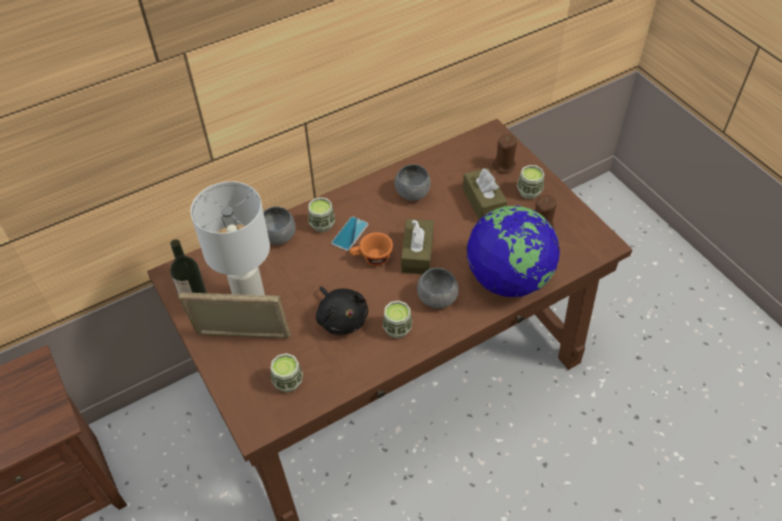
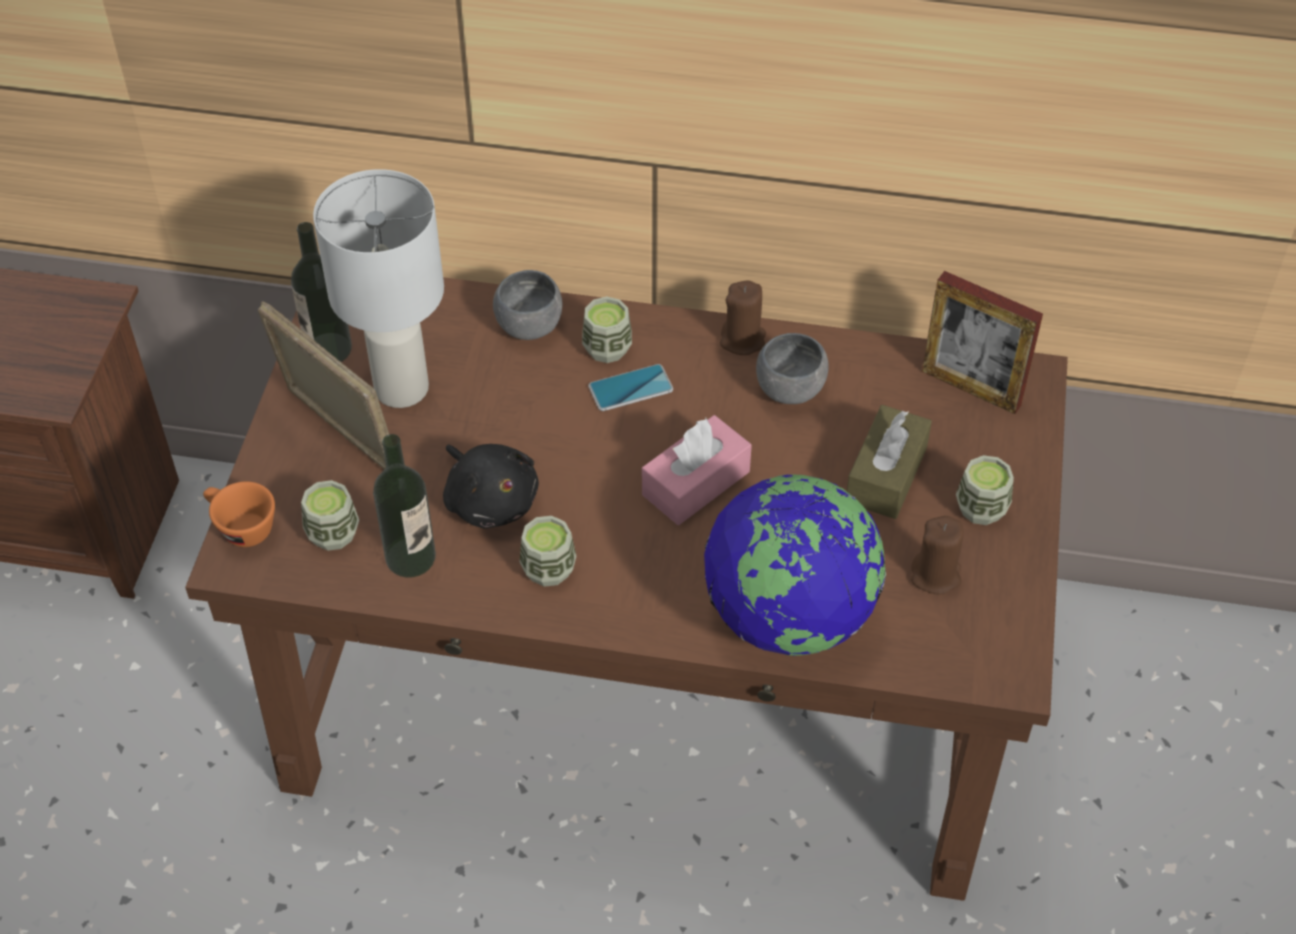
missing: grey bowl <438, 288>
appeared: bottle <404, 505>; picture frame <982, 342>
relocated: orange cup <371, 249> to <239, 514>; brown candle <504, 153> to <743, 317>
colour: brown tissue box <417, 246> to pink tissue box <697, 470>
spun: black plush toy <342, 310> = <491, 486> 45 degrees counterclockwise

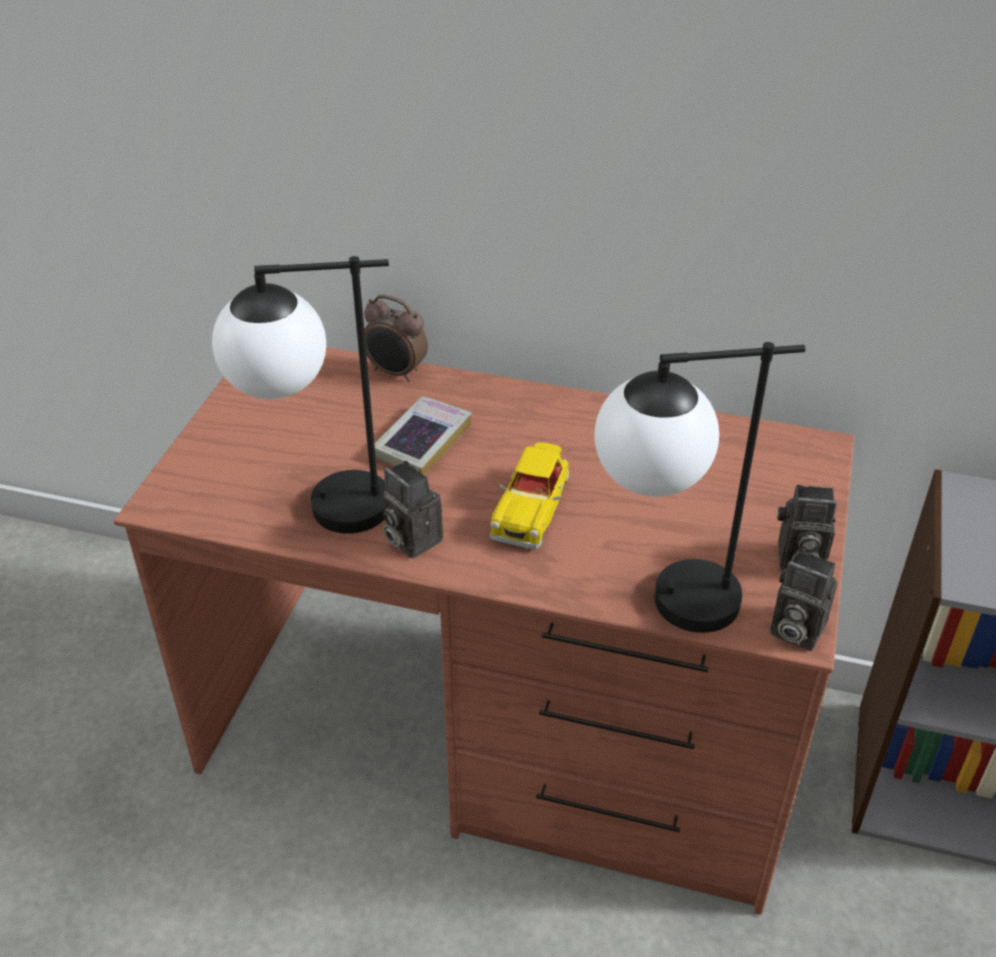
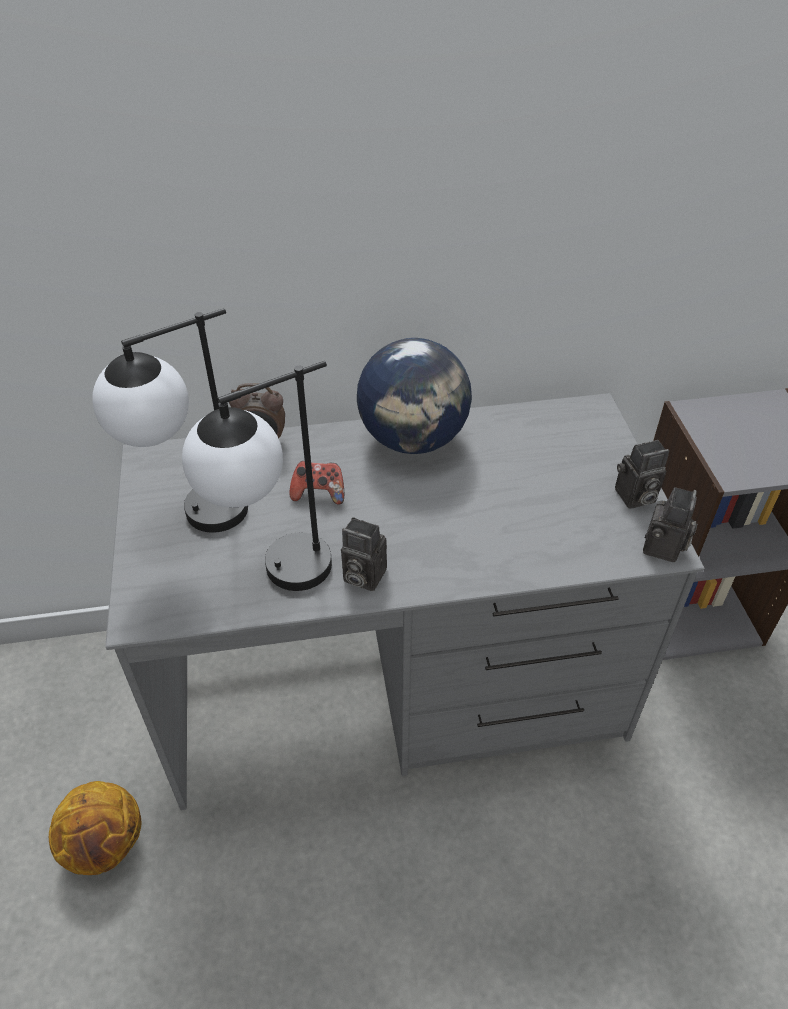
missing: toy car <529, 495>
appeared: basketball <95, 828>; globe <414, 396>
relocated: table lamp <700, 487> to <170, 420>
exchanged: book <423, 435> to game controller <317, 483>
colour: brown desk <483, 631> to grey desk <405, 601>
spun: photo camera <803, 600> = <670, 524> 75 degrees counterclockwise

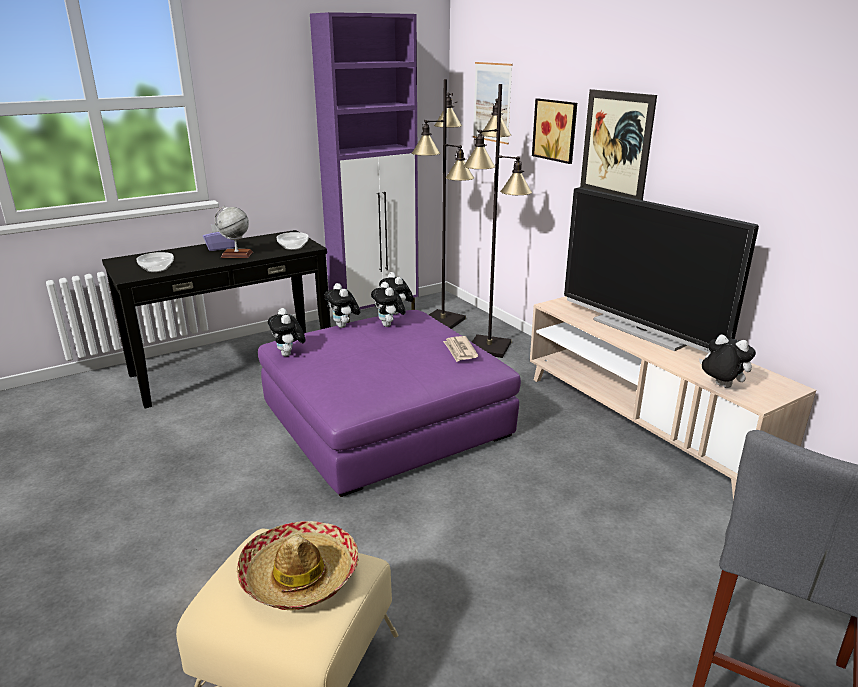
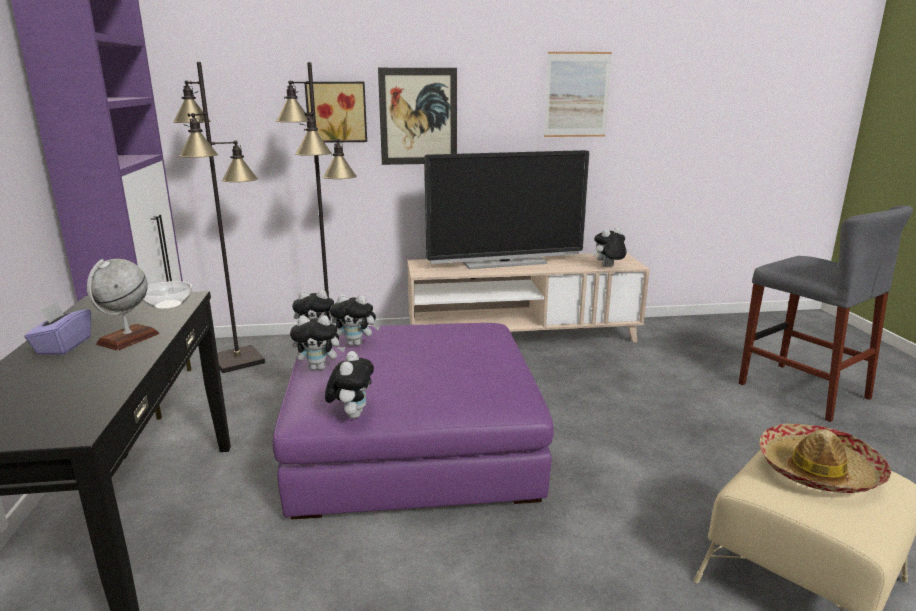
missing: bowl <155, 262>; newspaper <460, 349>
relocated: picture <493, 103> to <578, 94>
spun: plush toy <286, 332> = <349, 385> 90 degrees counterclockwise

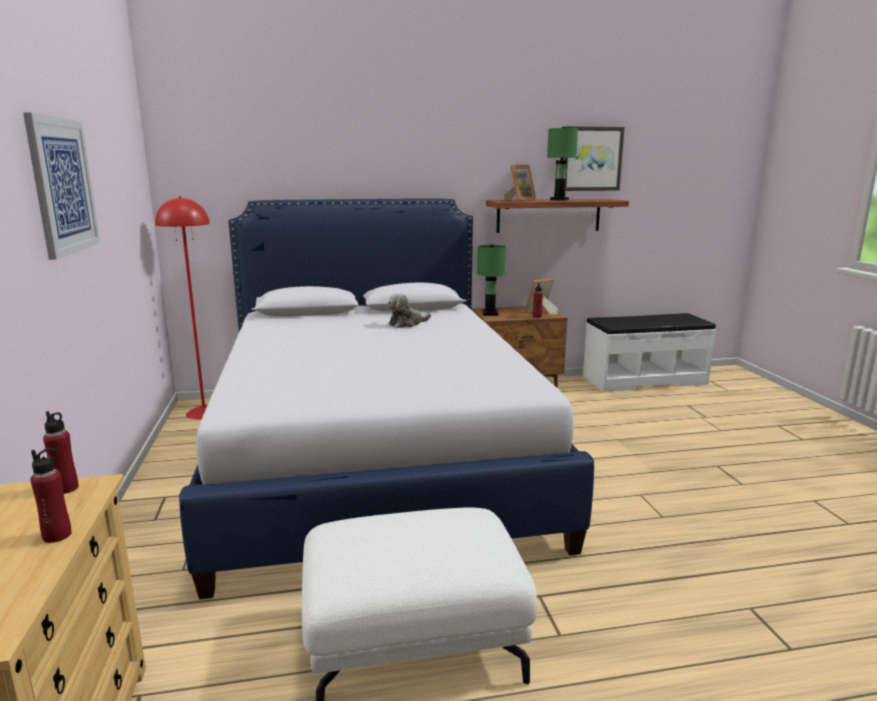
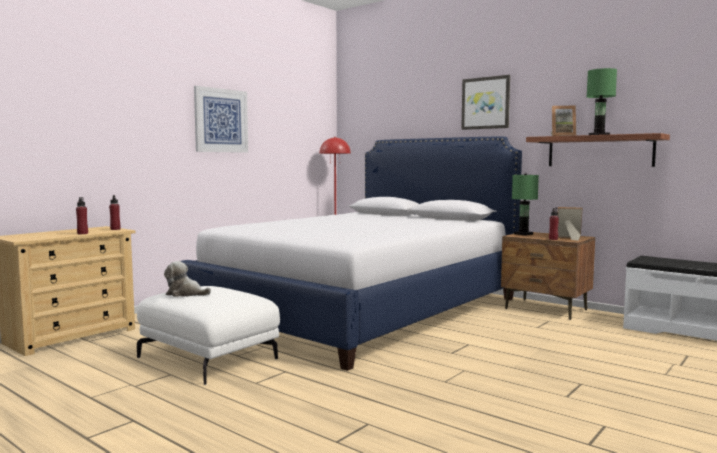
relocated: plush toy <409, 310> to <187, 279>; picture <594, 158> to <485, 102>

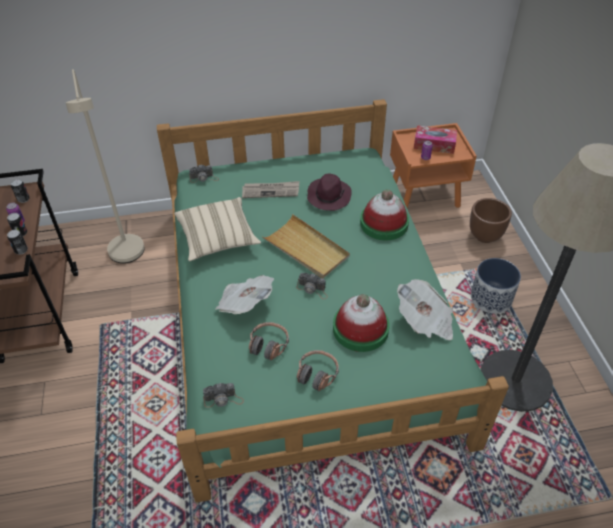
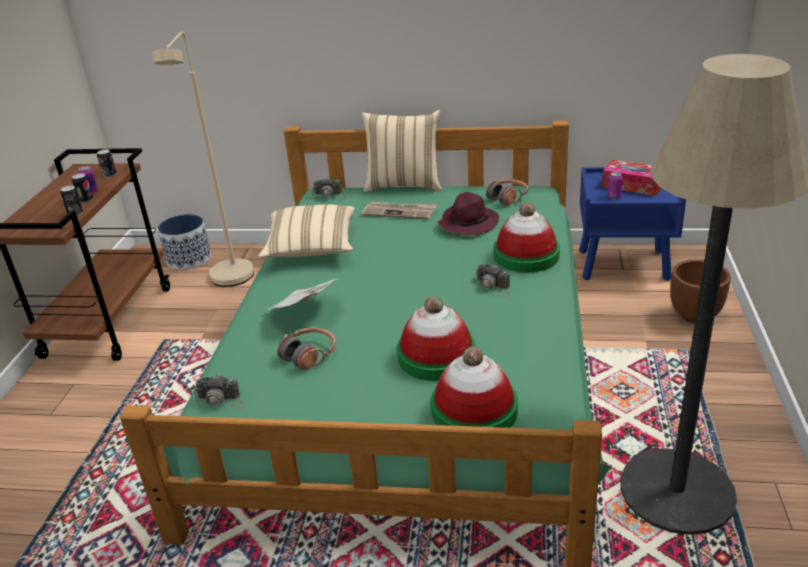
missing: beige tray <306, 246>; newspaper <425, 309>
appeared: beige pillow <402, 151>; hat <474, 387>
relocated: planter <496, 285> to <184, 242>; photo camera <312, 286> to <491, 280>; headphones <318, 370> to <507, 192>
colour: orange nightstand <433, 165> to blue nightstand <632, 224>

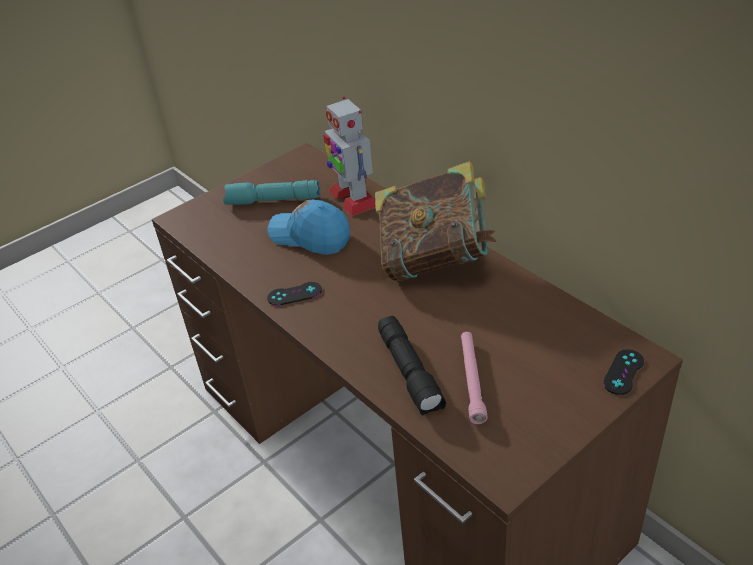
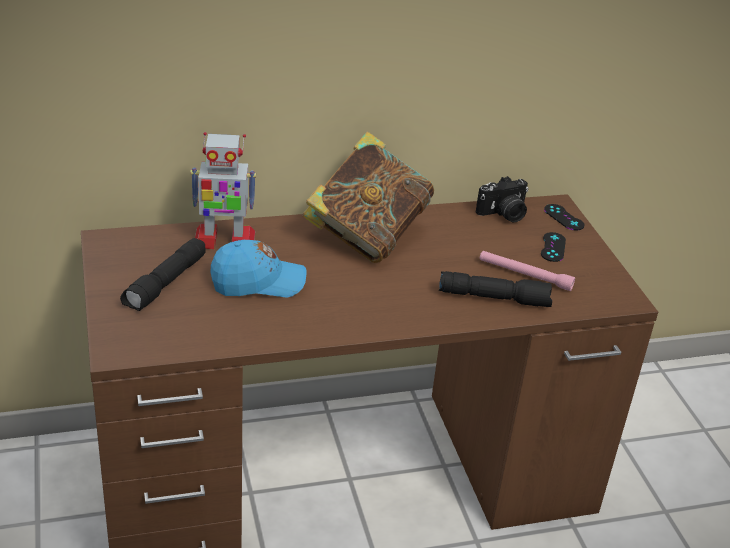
appeared: photo camera <502, 199>
relocated: black game controller <294, 294> to <553, 247>
colour: turquoise flashlight <271, 192> to black flashlight <162, 274>
spun: blue cap <309, 227> = <258, 268> 150 degrees counterclockwise

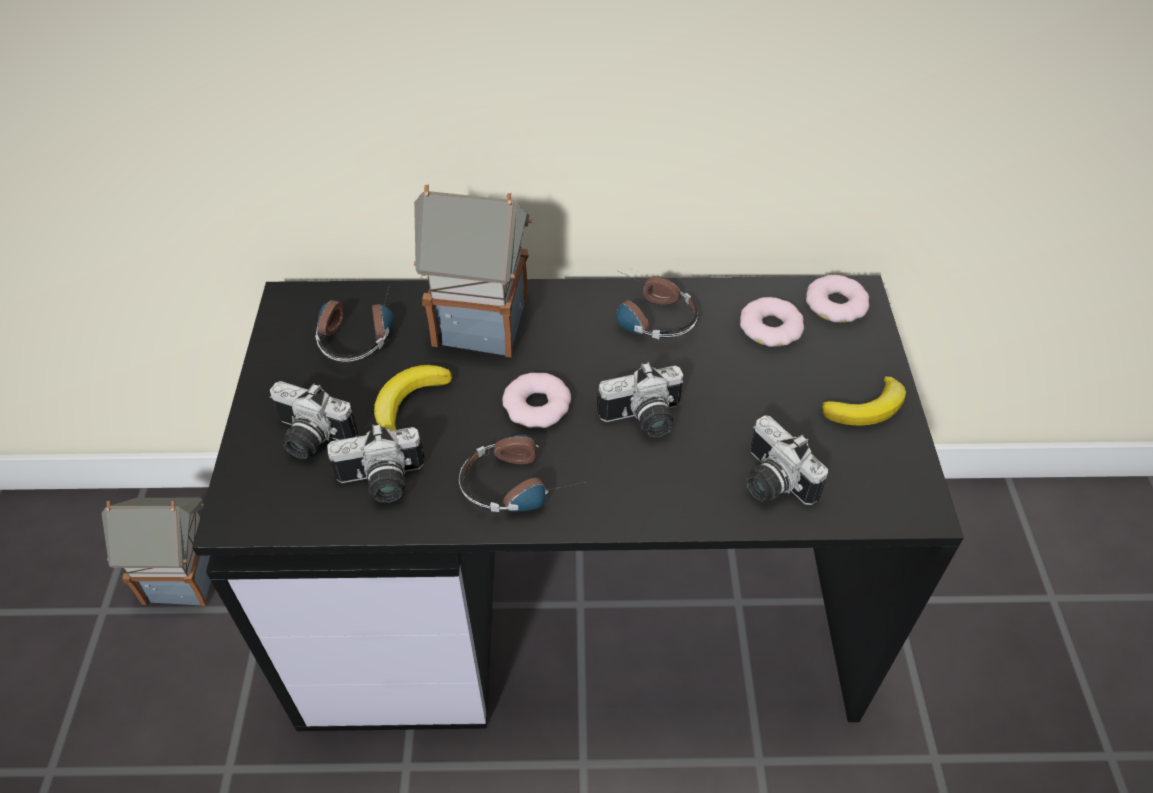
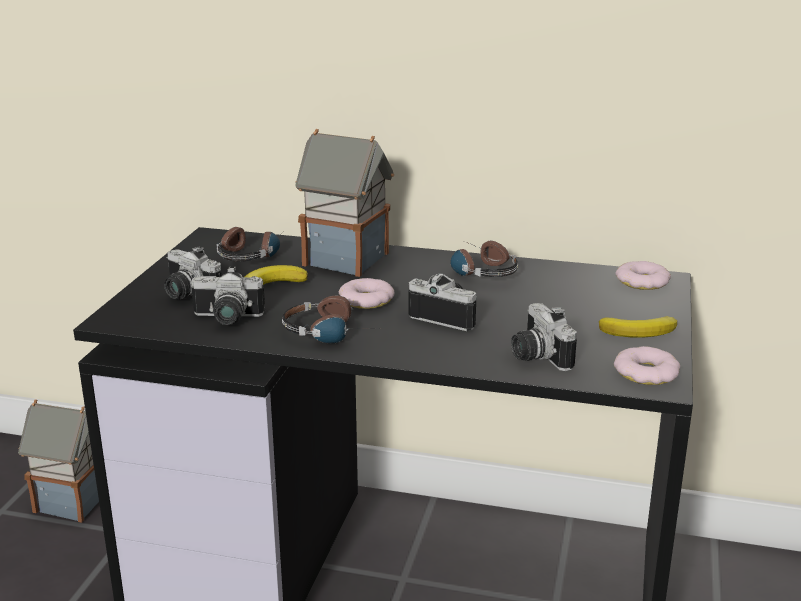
relocated: donut <772, 322> to <647, 365>
spun: photo camera <640, 399> = <442, 302> 150 degrees counterclockwise

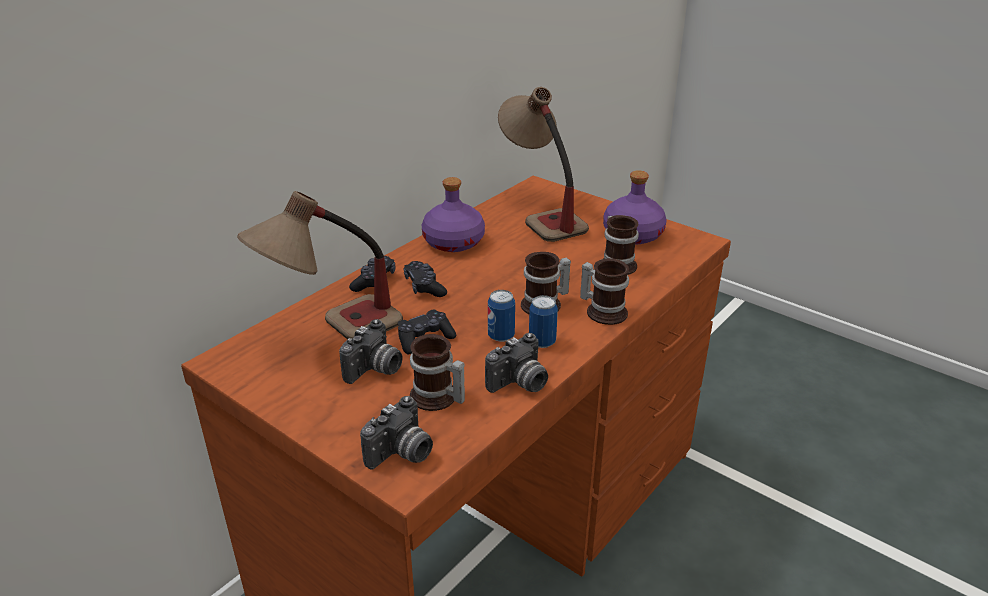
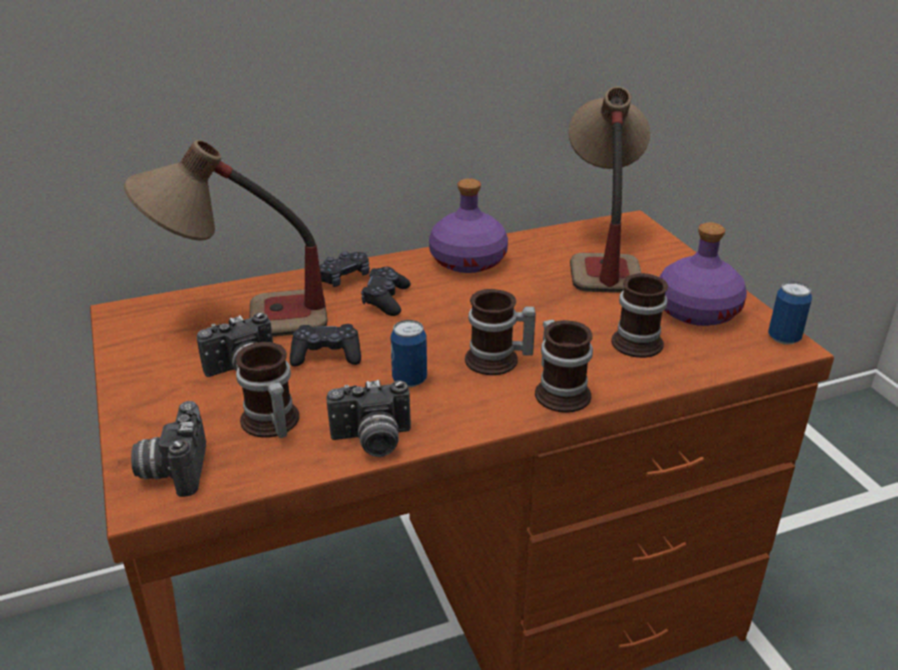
relocated: can <543, 321> to <790, 313>
spun: photo camera <396, 433> = <168, 449> 105 degrees clockwise

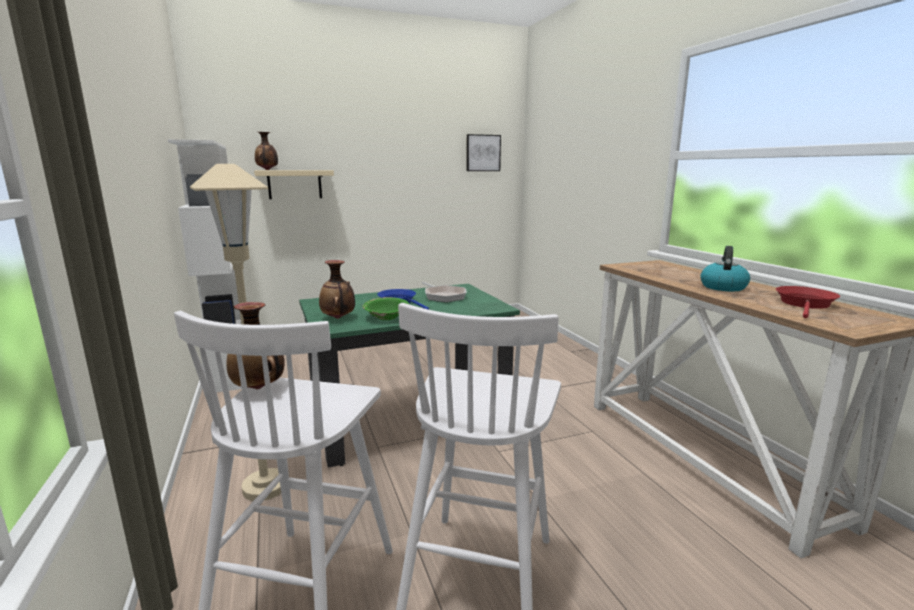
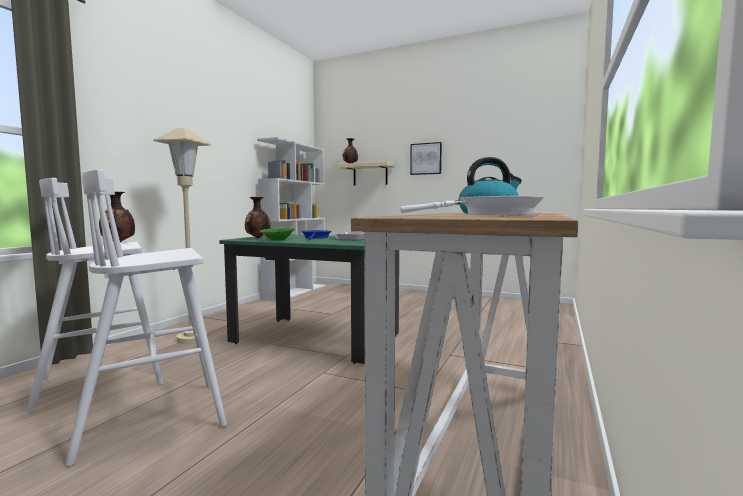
relocated: picture <483, 152> to <426, 158>
colour: red frying pan <808, 302> to white frying pan <472, 206>

